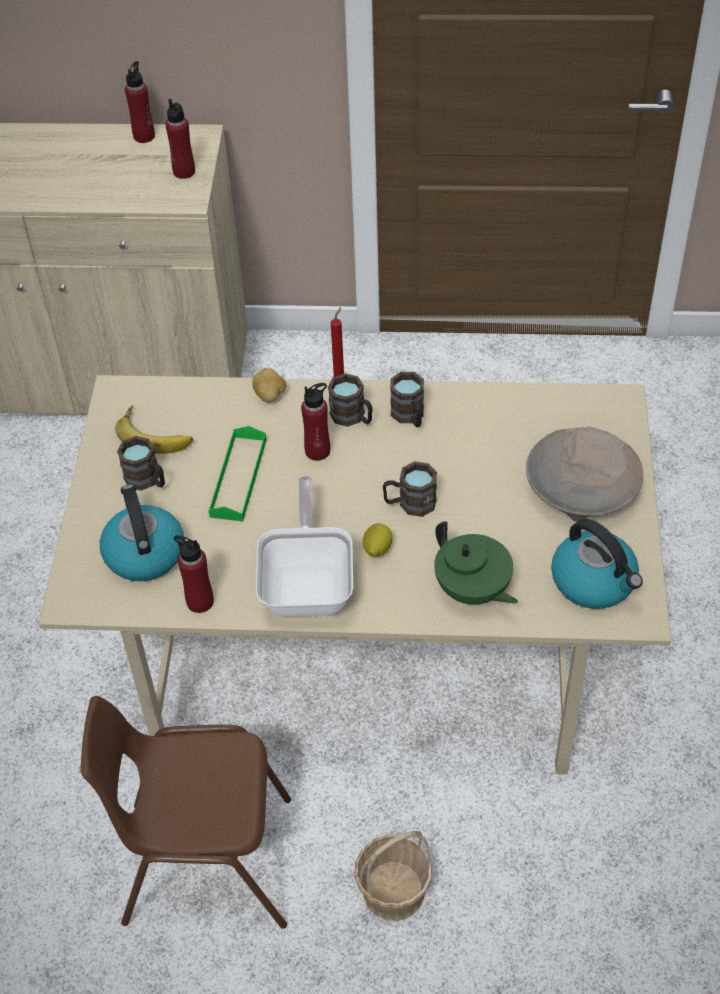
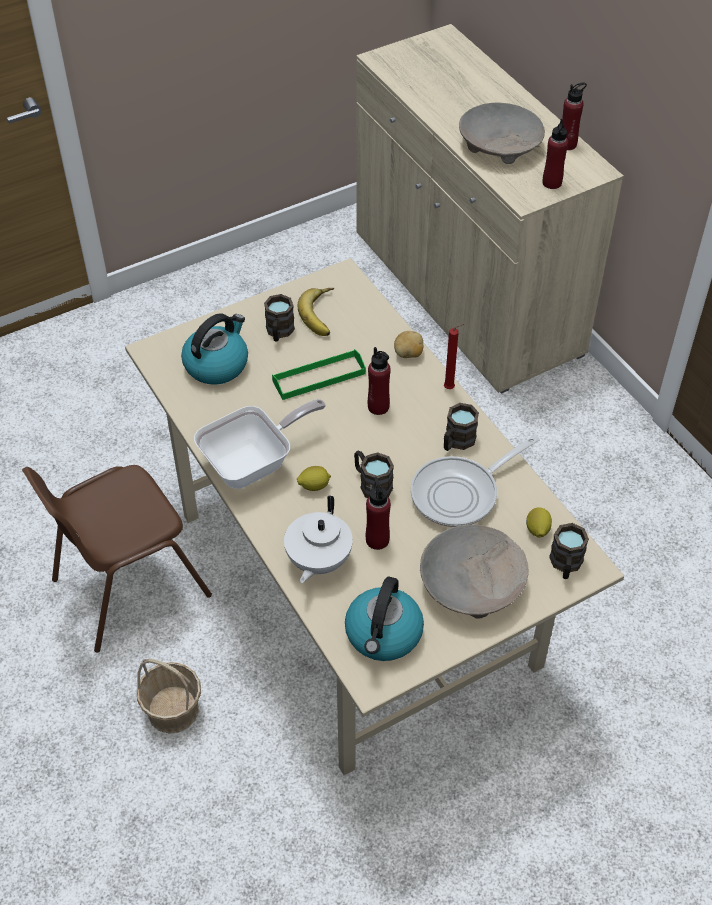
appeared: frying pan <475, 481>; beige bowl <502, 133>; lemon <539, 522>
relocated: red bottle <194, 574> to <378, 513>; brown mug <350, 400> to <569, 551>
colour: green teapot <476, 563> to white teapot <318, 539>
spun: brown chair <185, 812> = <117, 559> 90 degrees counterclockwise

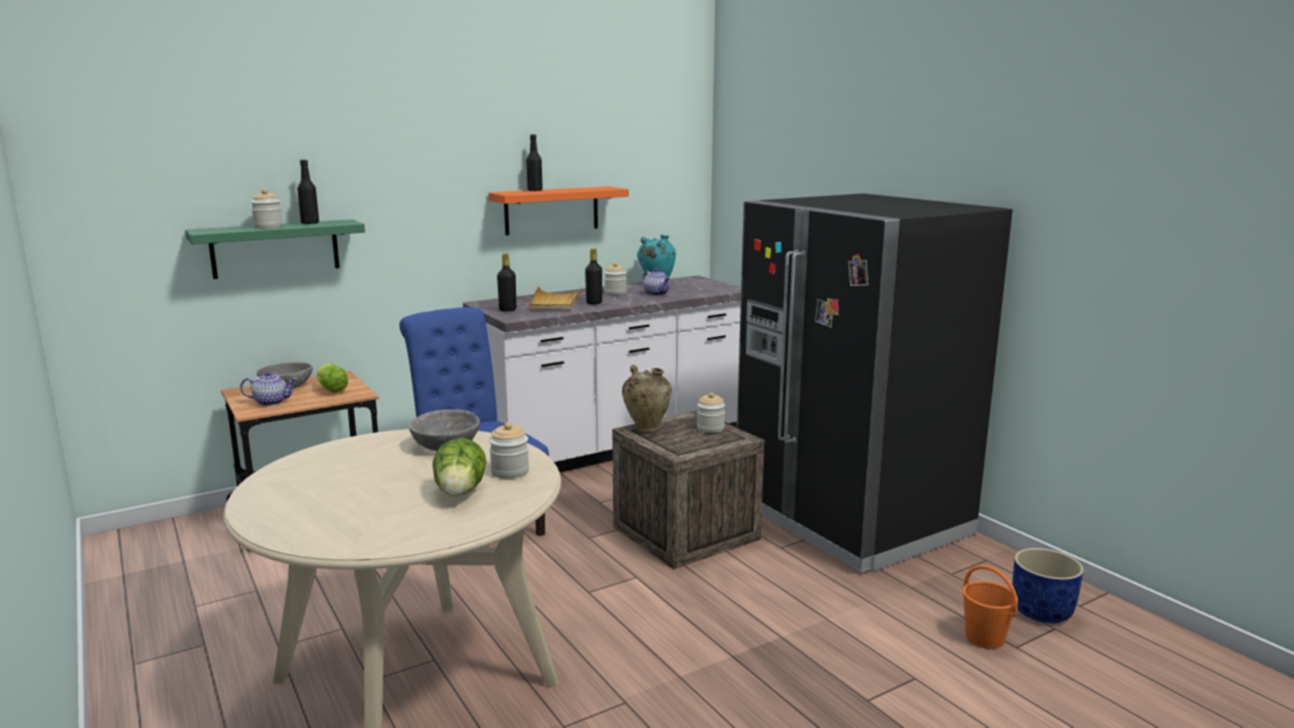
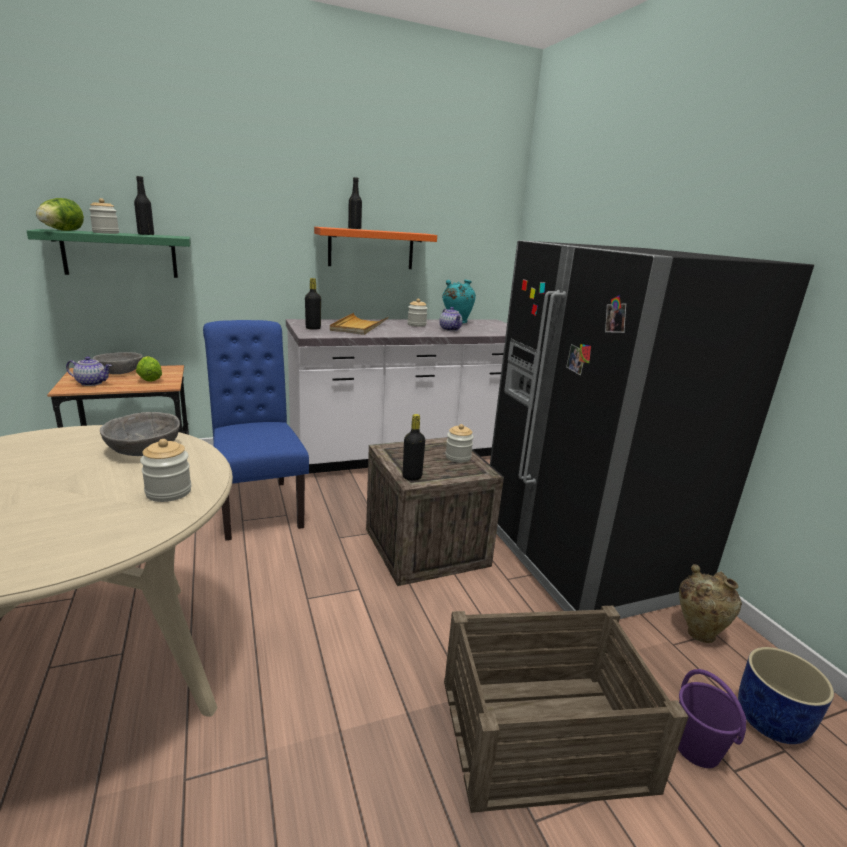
appeared: crate <566, 709>
relocated: lettuce <459, 467> to <60, 214>; black bottle <593, 276> to <414, 447>; beige vase <647, 398> to <710, 603>
colour: orange bucket <990, 607> to purple bucket <712, 718>

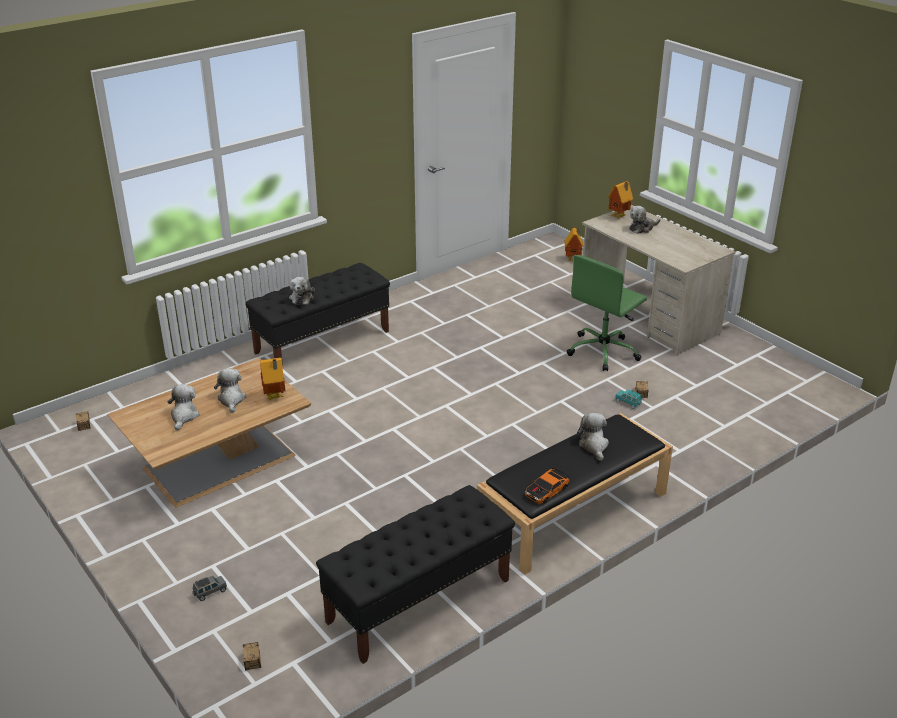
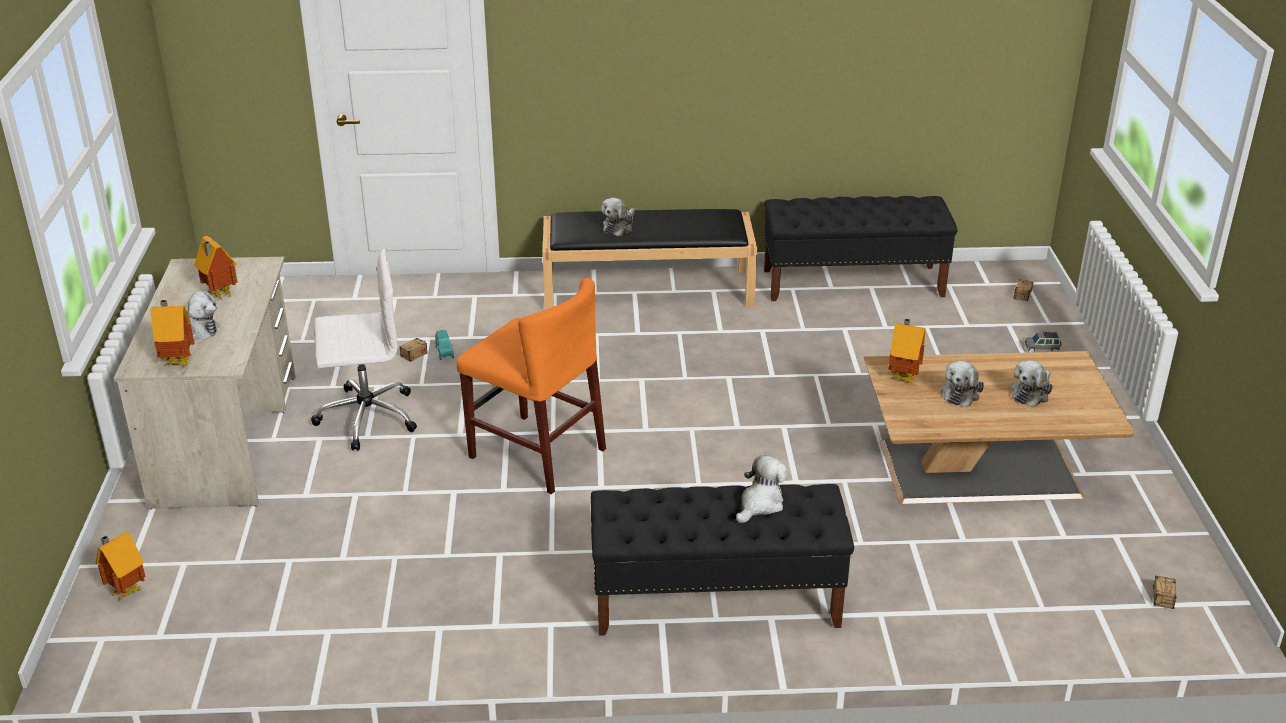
missing: toy car <547, 486>
appeared: toy house <216, 268>; orange chair <531, 386>
colour: green office chair <606, 313> to white office chair <364, 350>

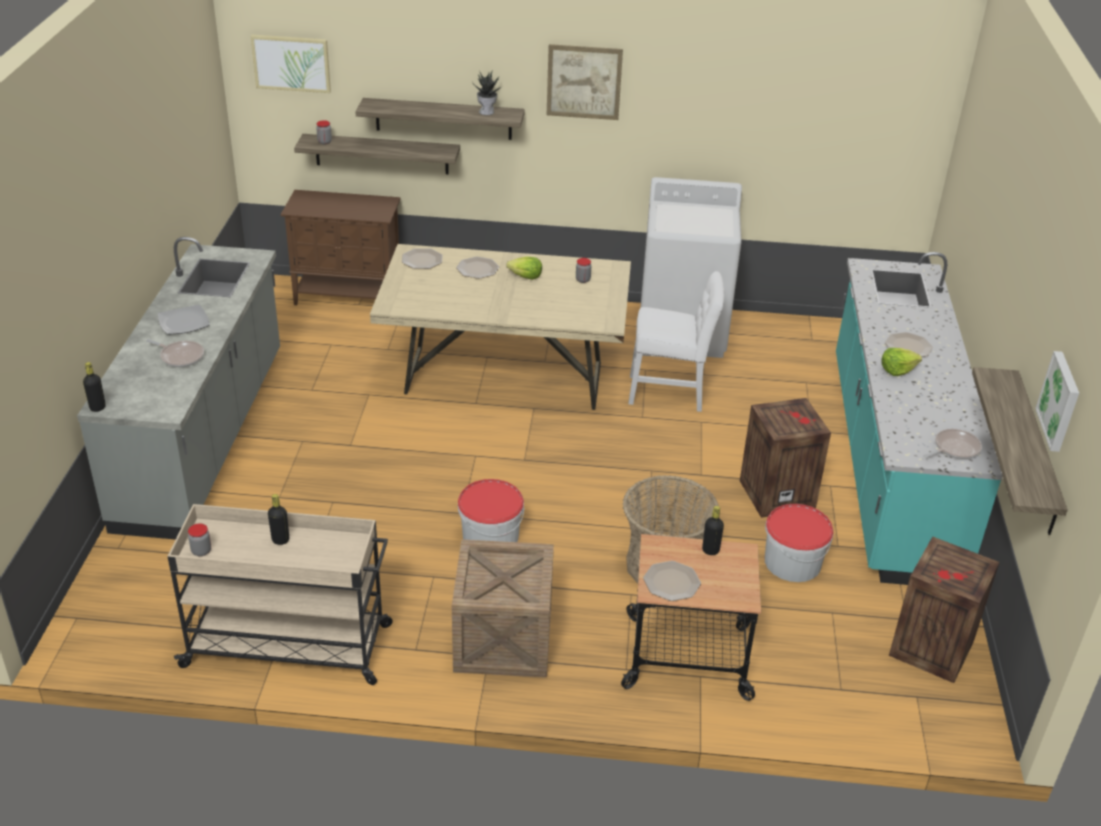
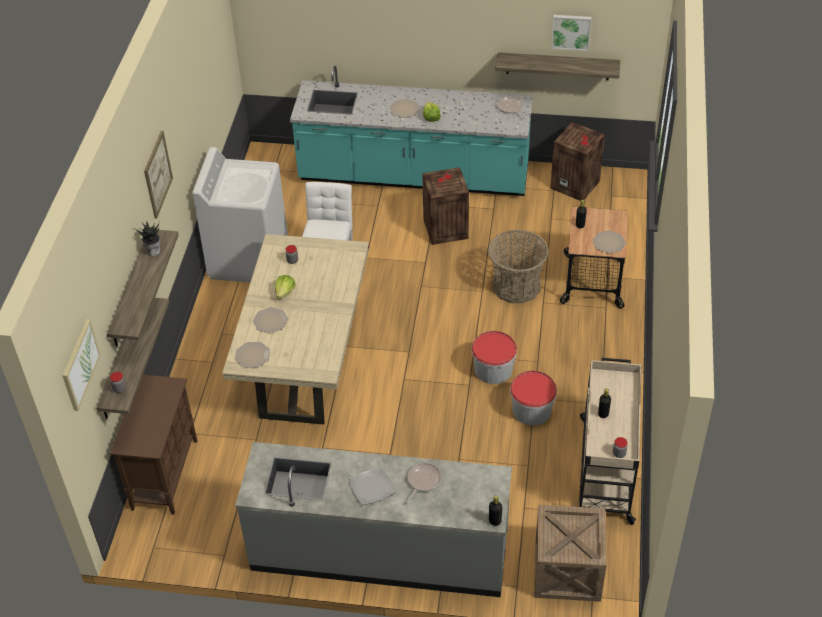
relocated: bucket <799, 543> to <533, 398>; crate <503, 608> to <570, 553>

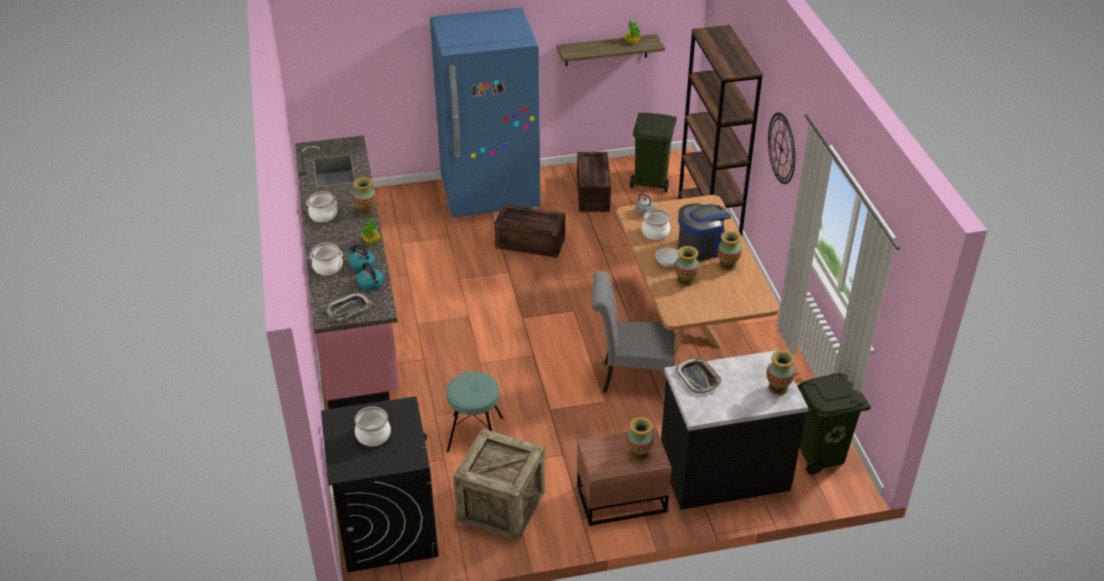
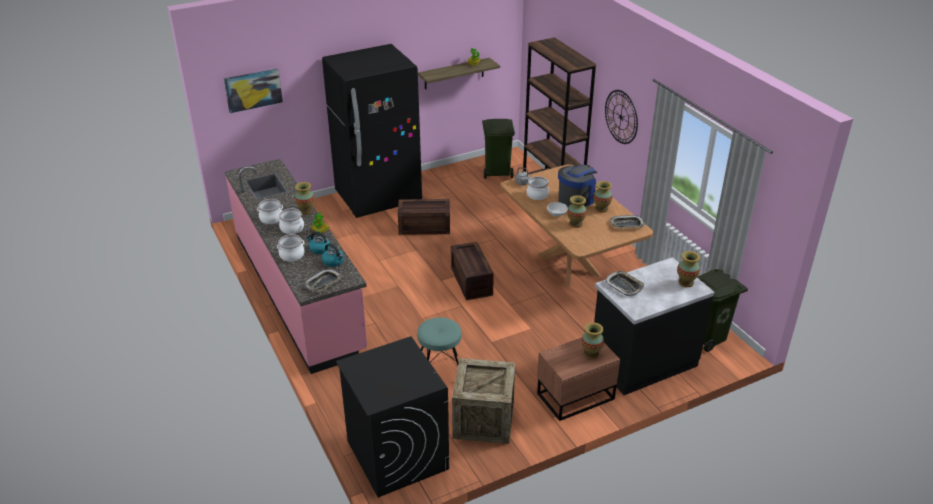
missing: grey chair <633, 332>
appeared: picture <253, 90>; tray <627, 221>
relocated: cooking pot <373, 426> to <291, 221>; crate <594, 182> to <472, 271>
colour: blue fridge <485, 113> to black fridge <372, 131>

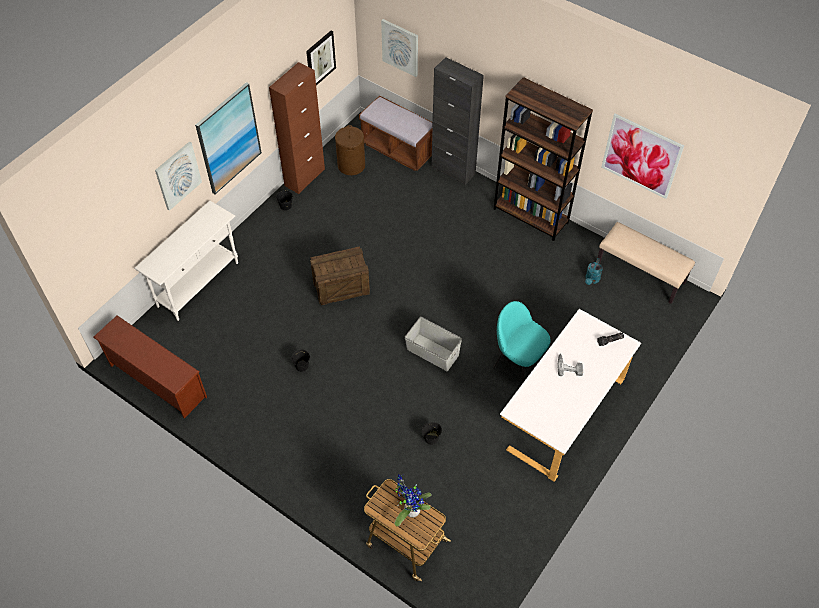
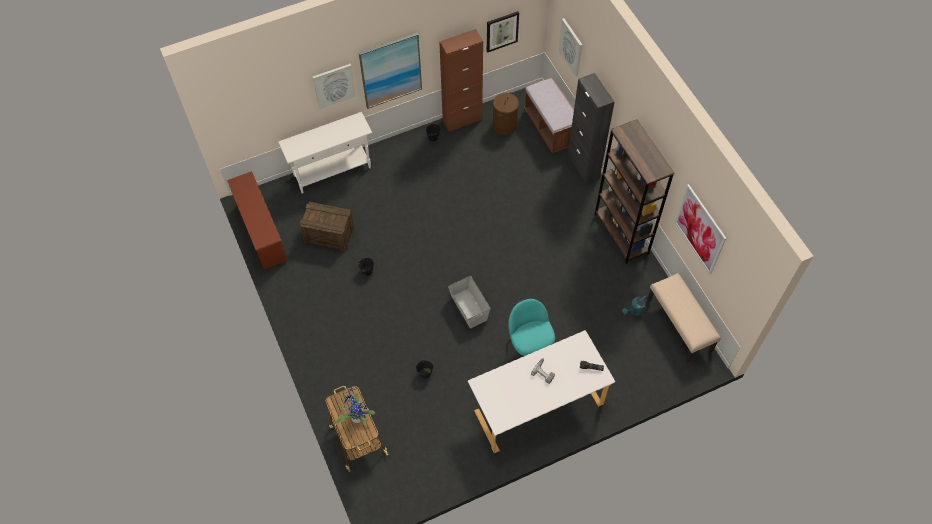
relocated: crate <340, 275> to <327, 226>

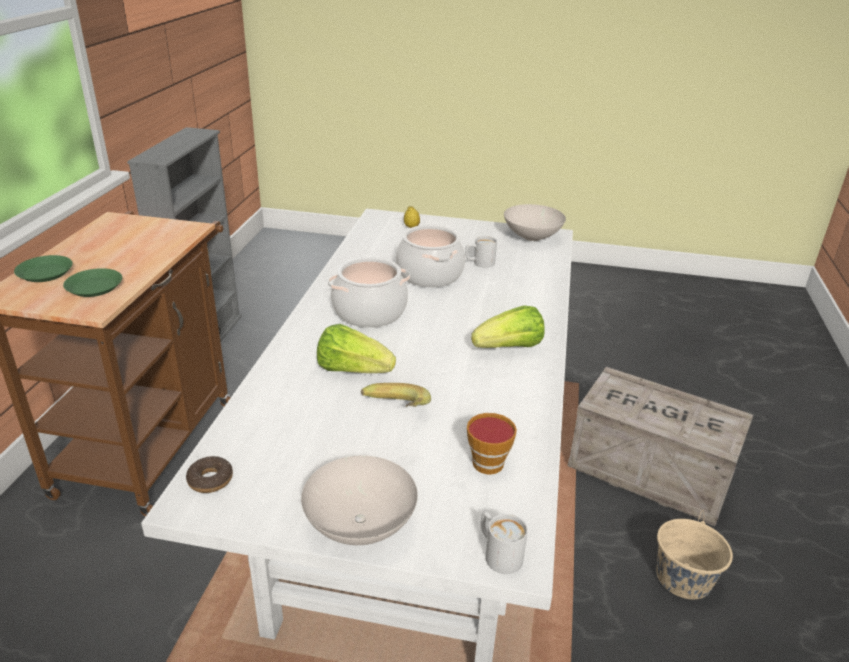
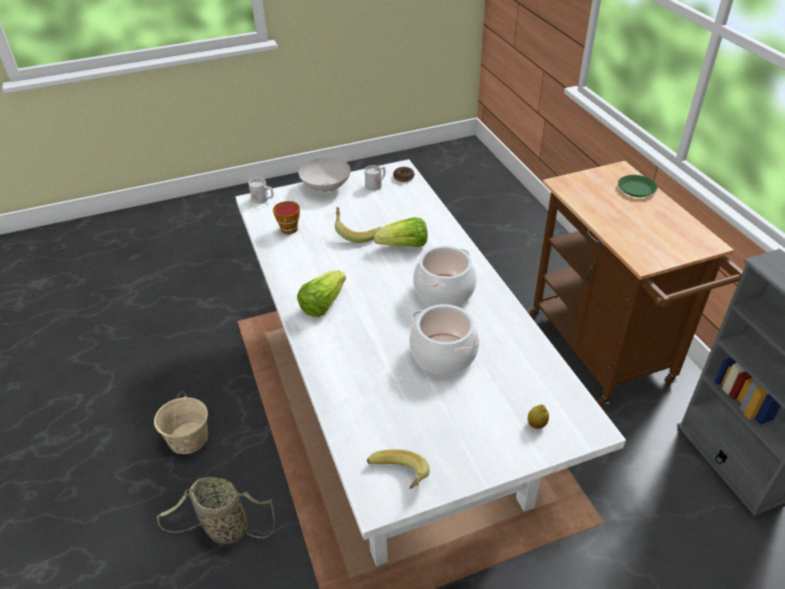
missing: green plate <92, 282>
relocated: white mug <481, 252> to <375, 178>
exchanged: crate <660, 446> to basket <216, 510>; white bowl <535, 222> to banana <398, 469>

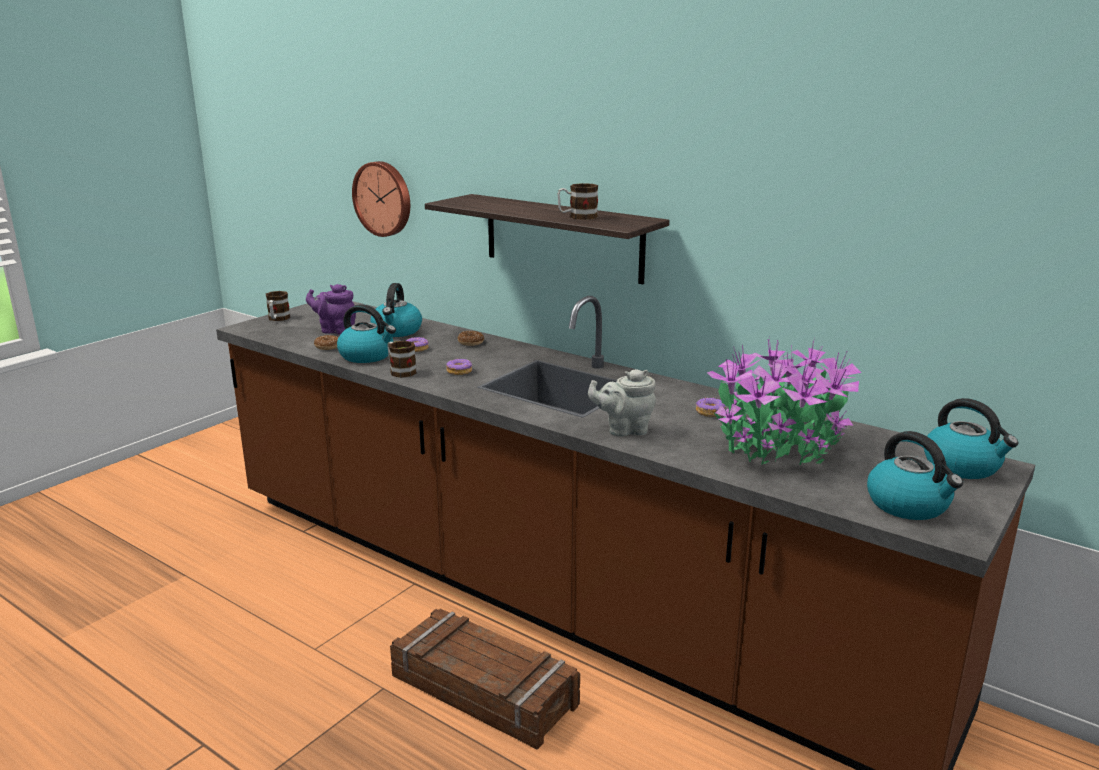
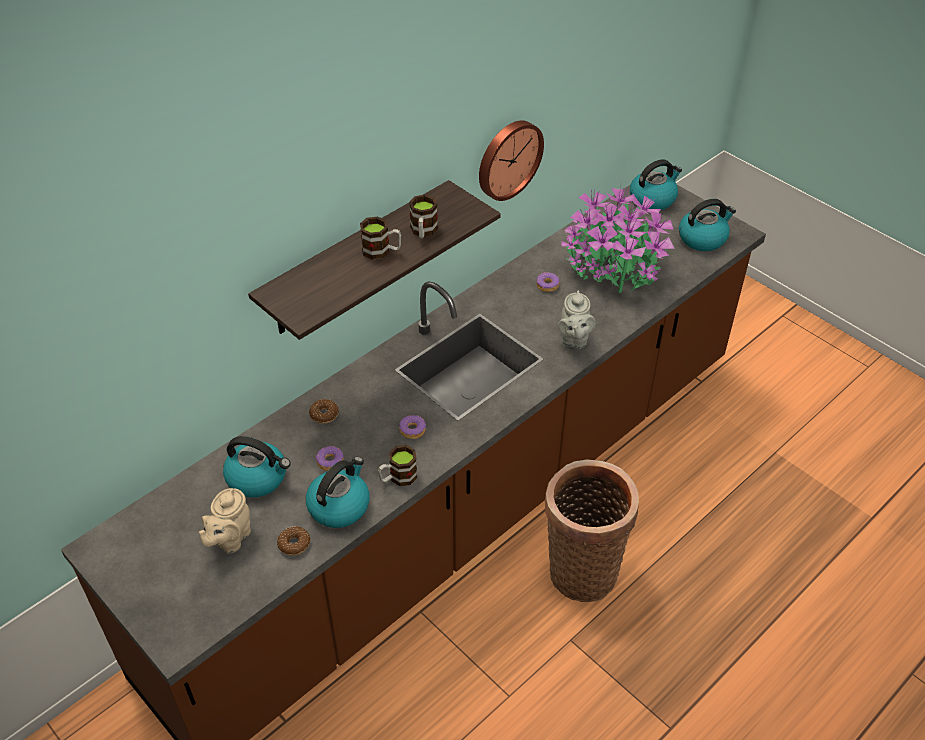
relocated: mug <278, 306> to <380, 238>; wall clock <381, 199> to <511, 160>
exchanged: crate <485, 679> to basket <592, 531>
colour: purple teapot <331, 309> to beige teapot <225, 520>

